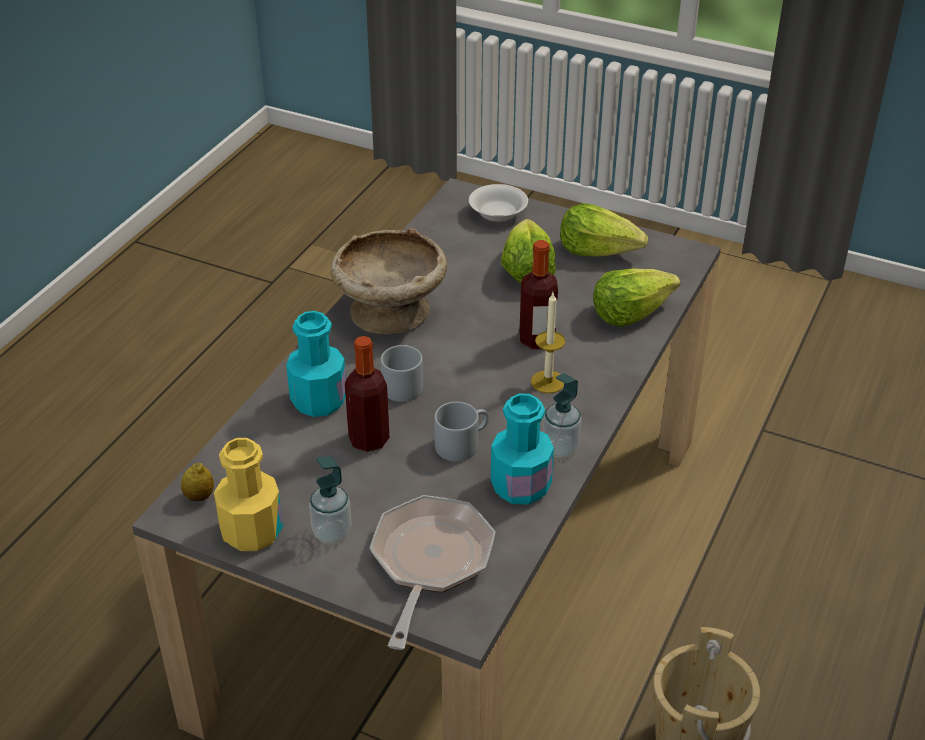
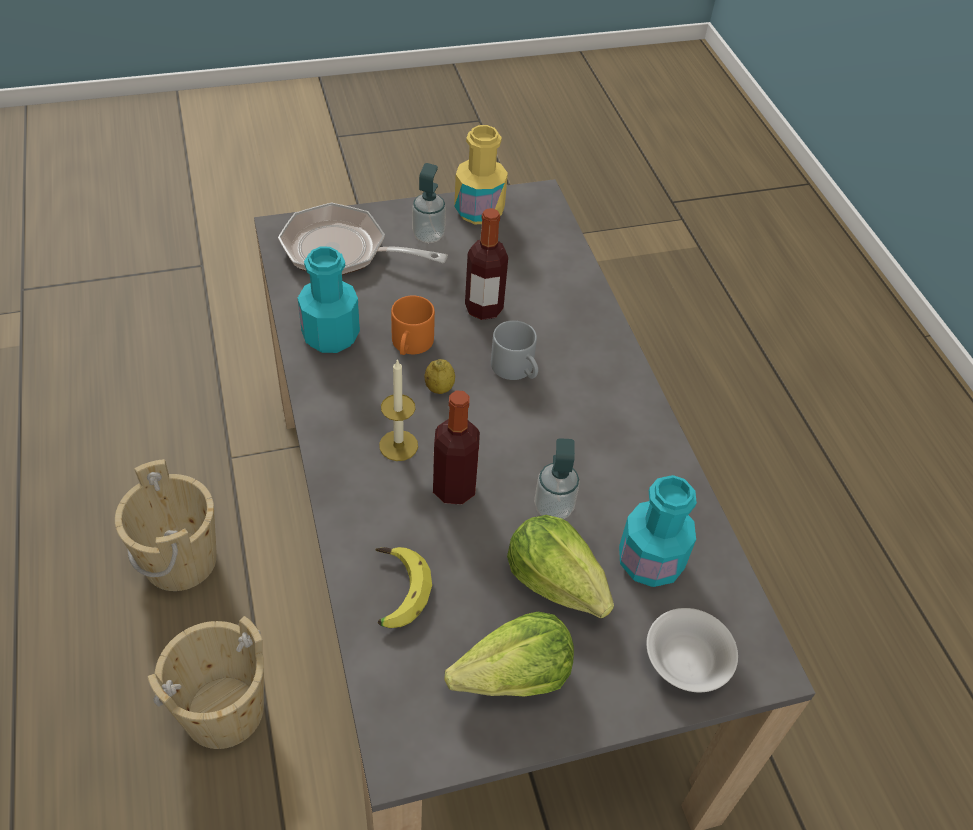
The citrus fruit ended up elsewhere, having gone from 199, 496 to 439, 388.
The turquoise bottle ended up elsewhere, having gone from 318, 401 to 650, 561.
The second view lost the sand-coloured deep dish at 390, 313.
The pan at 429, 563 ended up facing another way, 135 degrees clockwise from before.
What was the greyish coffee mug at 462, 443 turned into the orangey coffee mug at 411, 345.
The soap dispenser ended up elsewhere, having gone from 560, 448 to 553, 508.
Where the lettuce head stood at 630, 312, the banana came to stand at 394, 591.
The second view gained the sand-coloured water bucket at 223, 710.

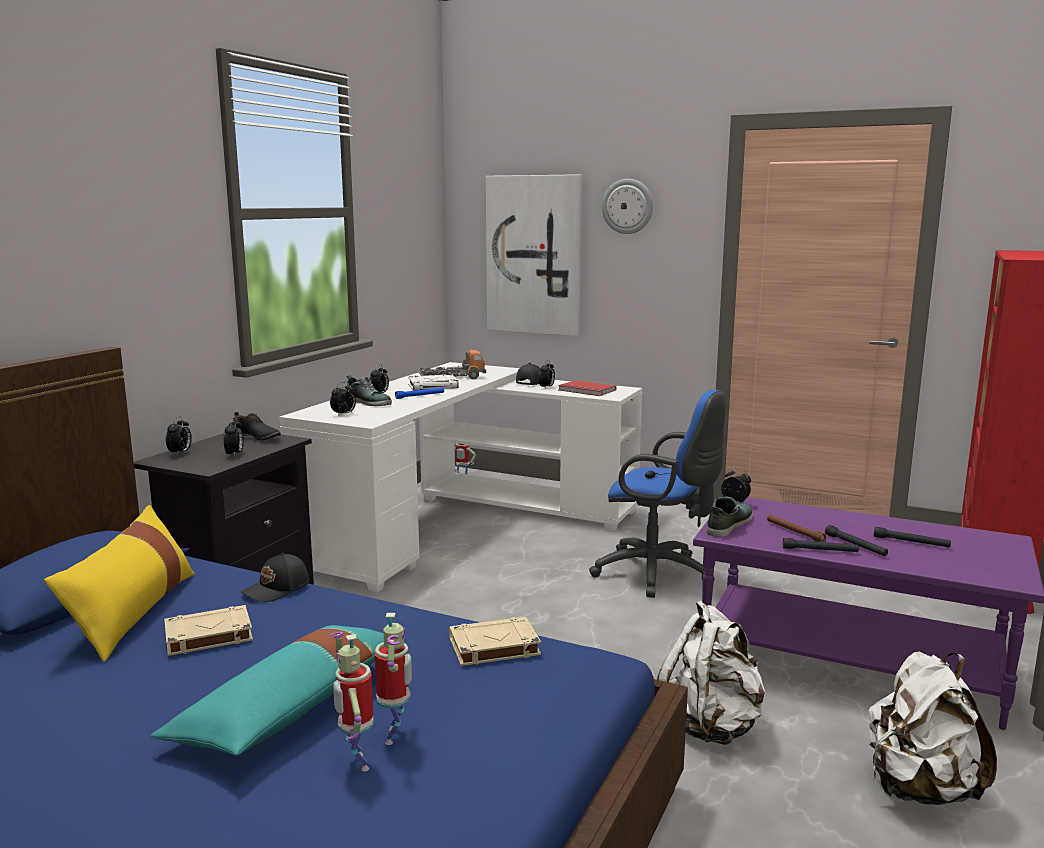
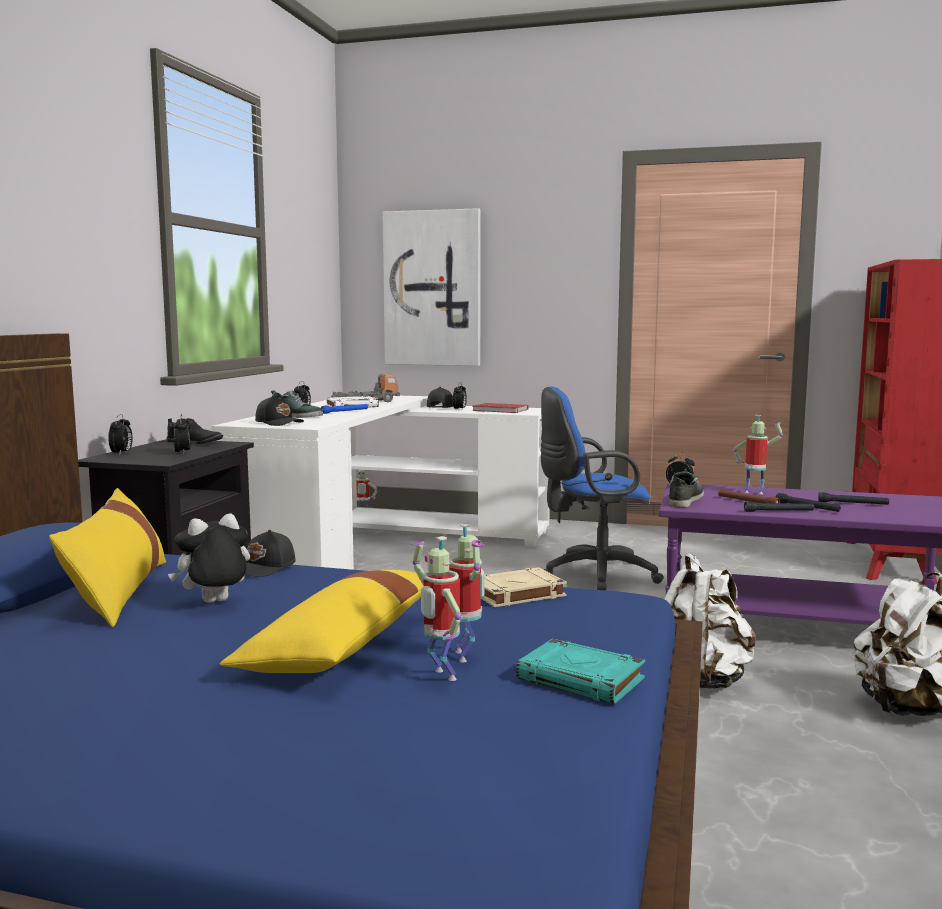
What was the turquoise cushion at 291, 708 turned into the yellowish cushion at 343, 645.
Where the sand-coloured book stood at 207, 636, the soft toy came to stand at 214, 603.
Where the table clock stood at 344, 414, the black-coloured baseball cap came to stand at 279, 423.
The blue office chair at 659, 574 ended up facing another way, 150 degrees clockwise from before.
The second view lost the hanging clock at 627, 206.
The second view gained the turquoise book at 582, 679.
The second view gained the toy robot at 754, 492.

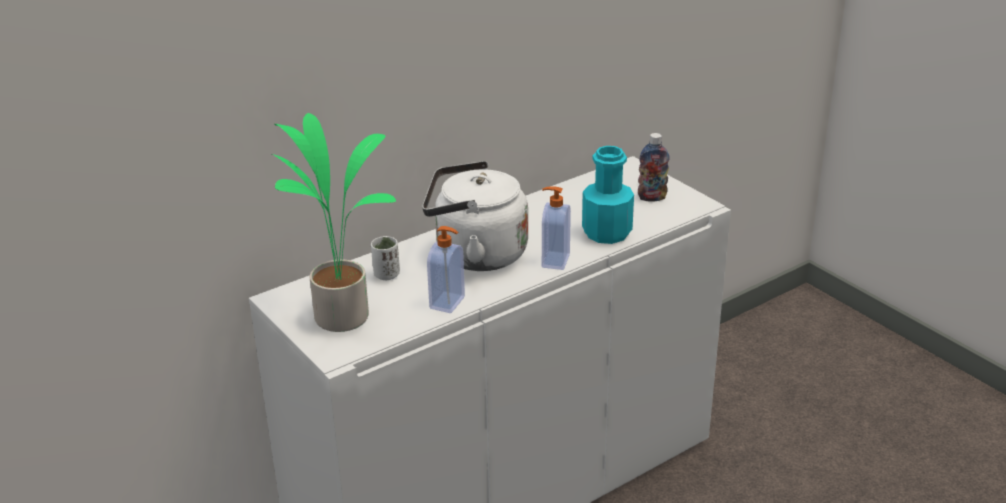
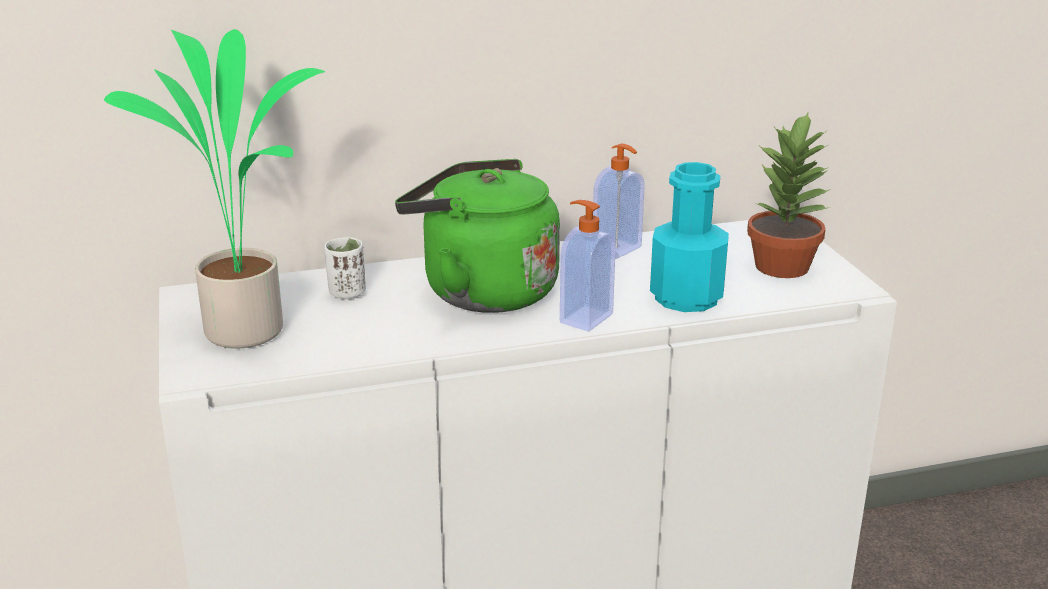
What was the whitish water kettle at 475, 254 turned into the green-coloured water kettle at 482, 291.
The soap dispenser ended up elsewhere, having gone from 448, 303 to 618, 249.
Where the bottle stood at 652, 197, the plant in a pot came to stand at 783, 267.

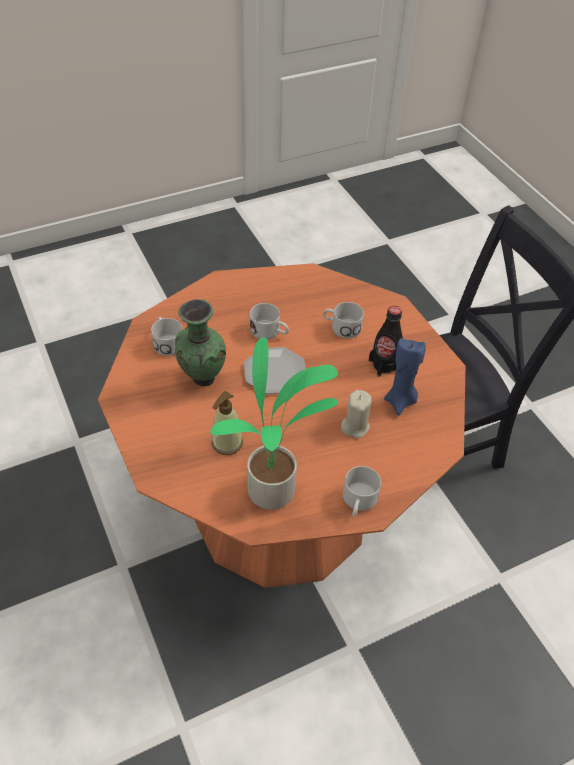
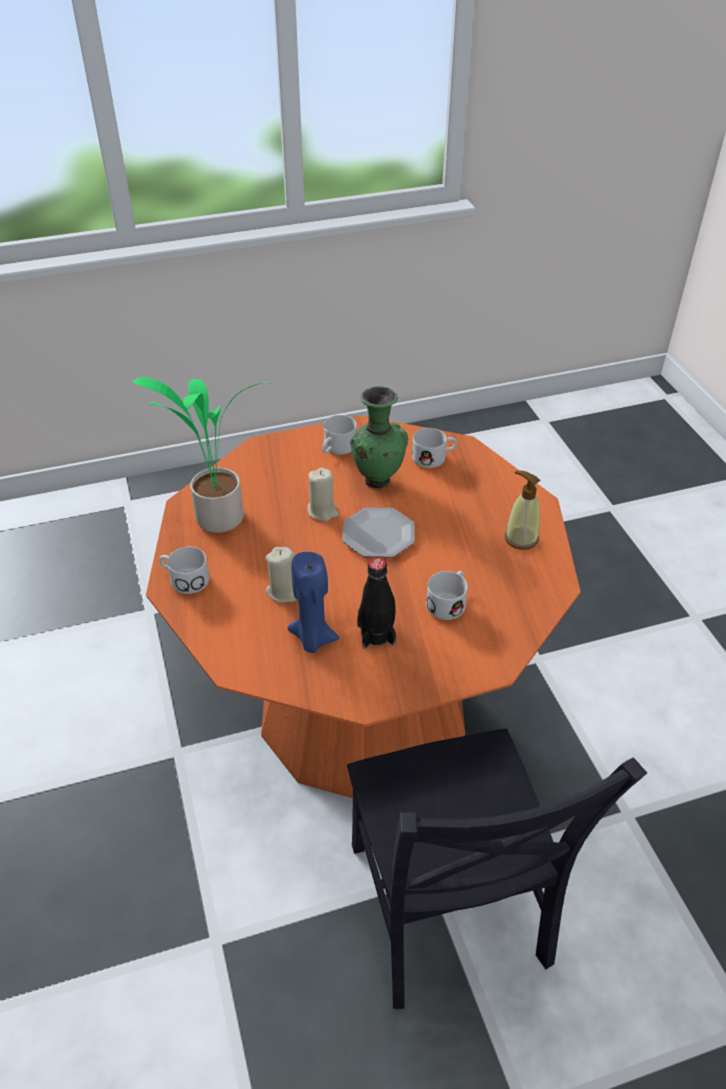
The soap dispenser ended up elsewhere, having gone from 227, 443 to 521, 538.
The whitish coffee mug ended up elsewhere, having gone from 269, 332 to 336, 449.
The second view gained the sand-coloured candle at 322, 511.

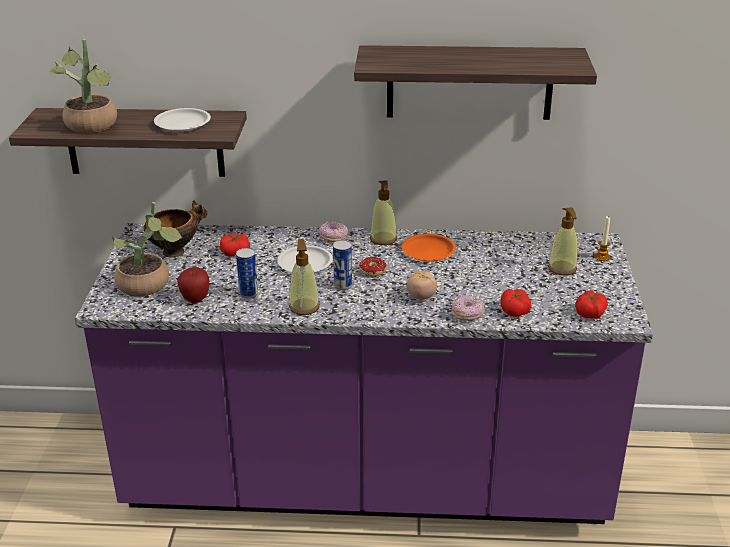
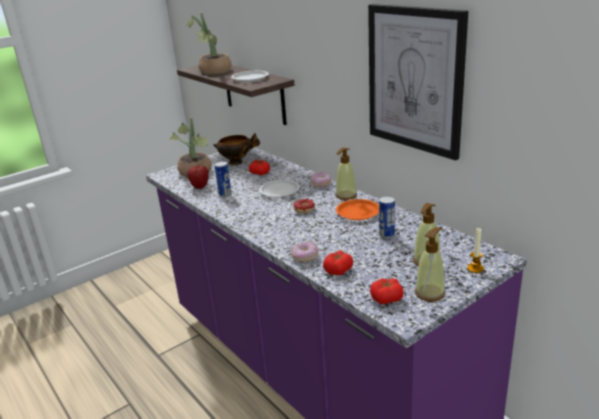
The soap dispenser ended up elsewhere, having gone from 304, 307 to 430, 293.
The sealed can ended up elsewhere, having gone from 343, 285 to 386, 235.
Where the bracket shelf hung at 469, 82, the picture came to hang at 414, 79.
The second view lost the tomato at 421, 297.

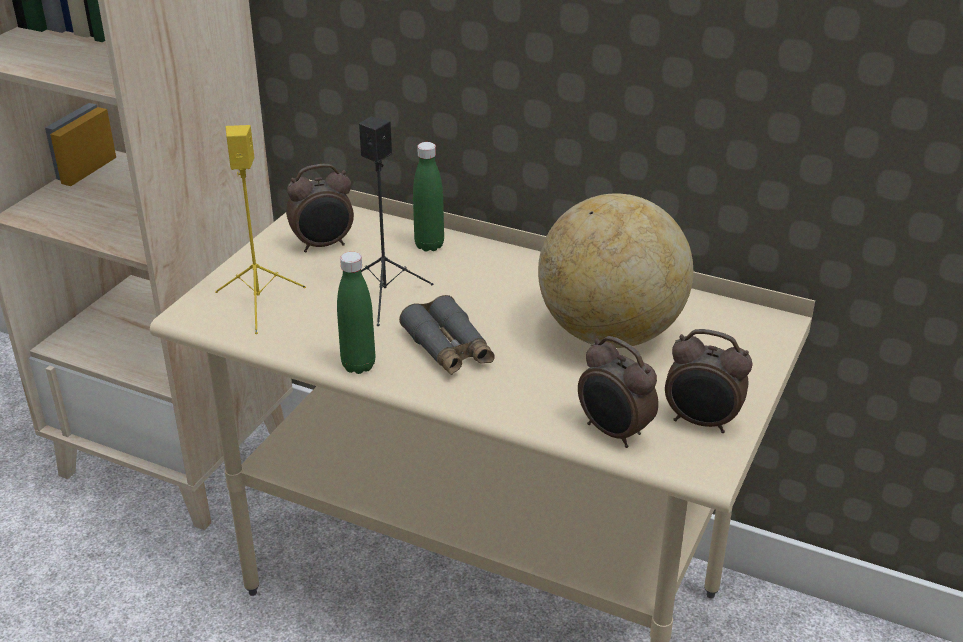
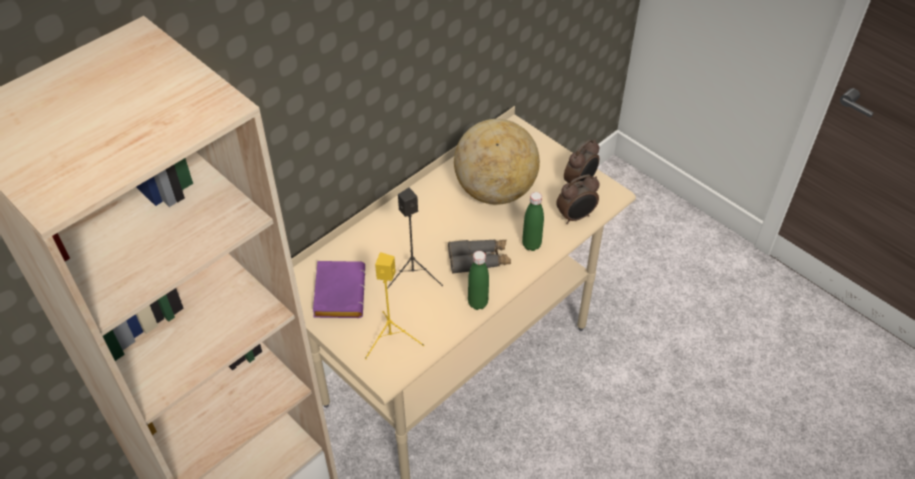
Where the table clock stood at 323, 245, the purplish book came to stand at 338, 292.
The green-coloured bottle ended up elsewhere, having gone from 429, 245 to 531, 245.

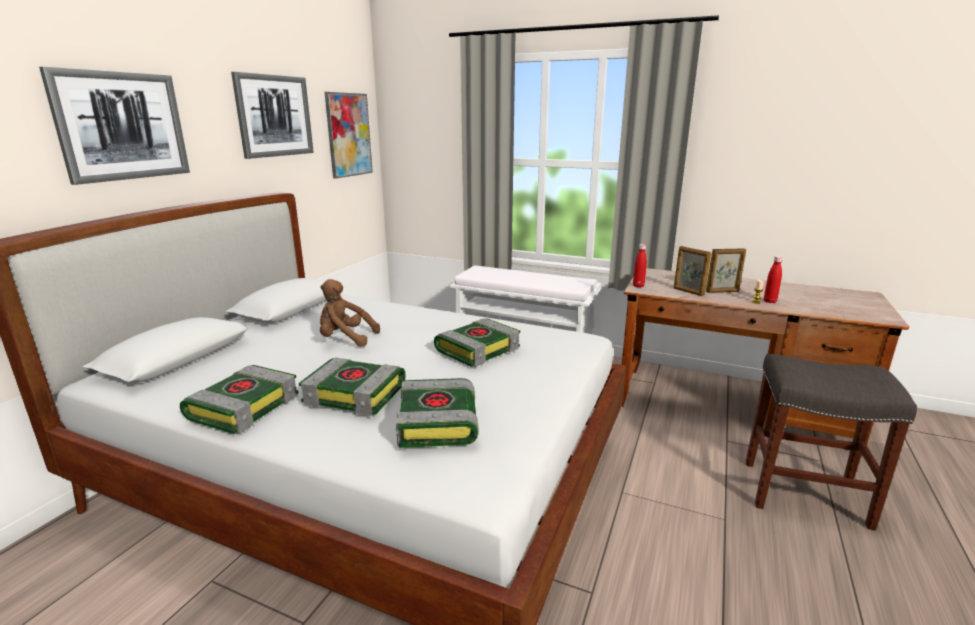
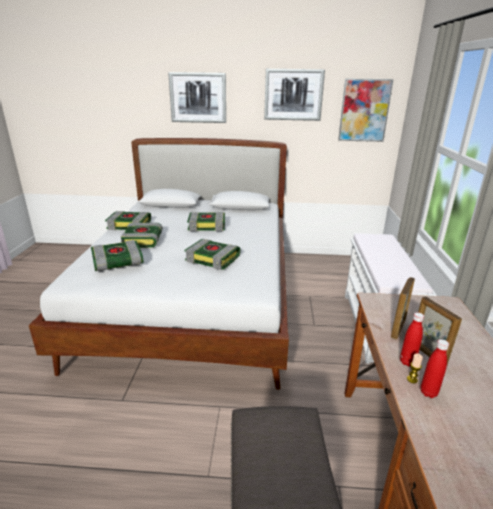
Where the brown-coloured soft toy stood at 345, 339, the book came to stand at 207, 225.
The red-coloured bottle ended up elsewhere, having gone from 638, 286 to 407, 362.

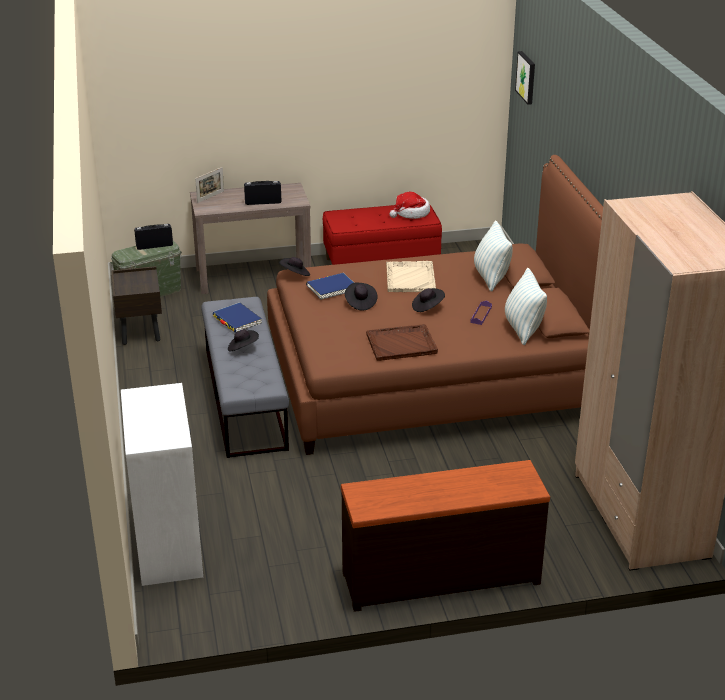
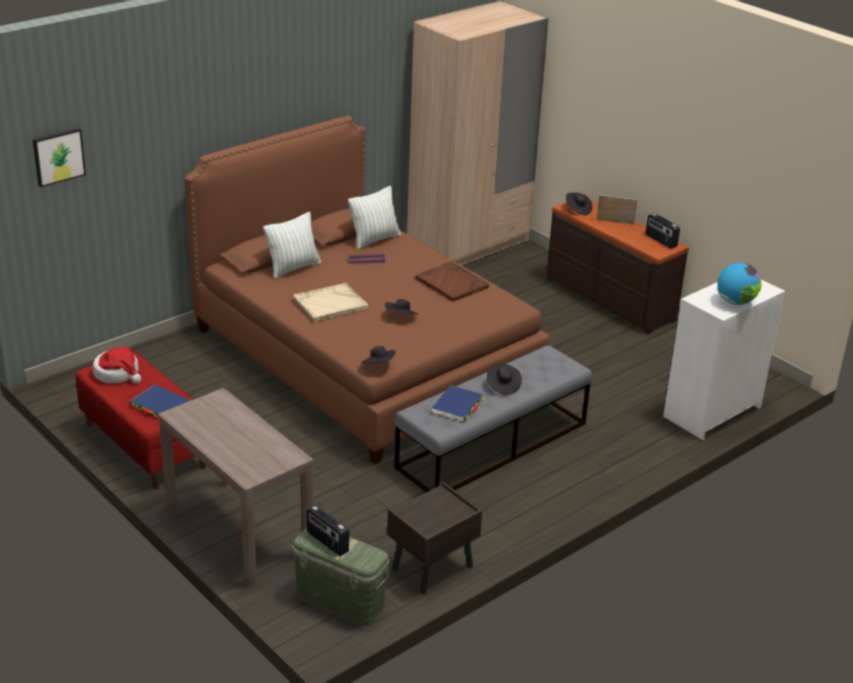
The picture frame ended up elsewhere, having gone from 210, 197 to 615, 222.
The radio set ended up elsewhere, having gone from 263, 202 to 660, 240.
The blue book ended up elsewhere, having gone from 331, 288 to 160, 405.
The black-coloured wearable hat ended up elsewhere, having gone from 427, 307 to 578, 210.
The second view gained the desk globe at 735, 302.

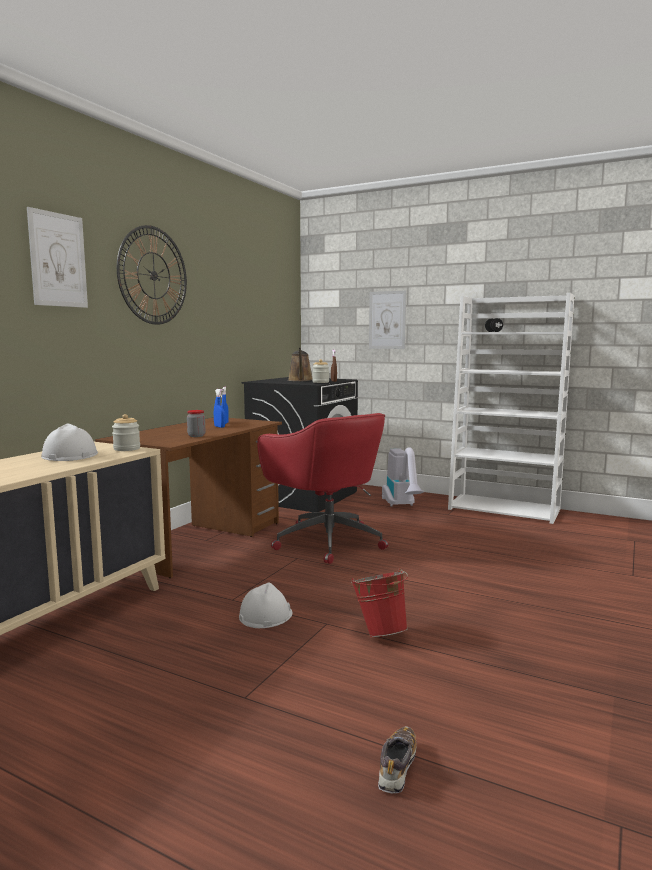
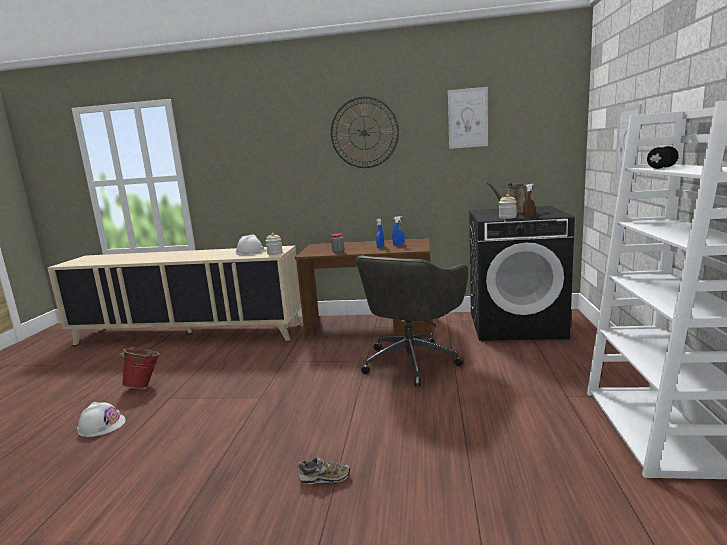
The picture ended up elsewhere, having gone from 58, 260 to 468, 118.
The whitish safety helmet ended up elsewhere, having gone from 265, 615 to 102, 425.
What was the red-coloured office chair at 326, 541 turned into the greyish office chair at 412, 361.
The red-coloured water bucket ended up elsewhere, having gone from 380, 632 to 145, 385.
The item of footwear ended up elsewhere, having gone from 397, 767 to 324, 478.
The second view lost the hoover at 402, 506.

